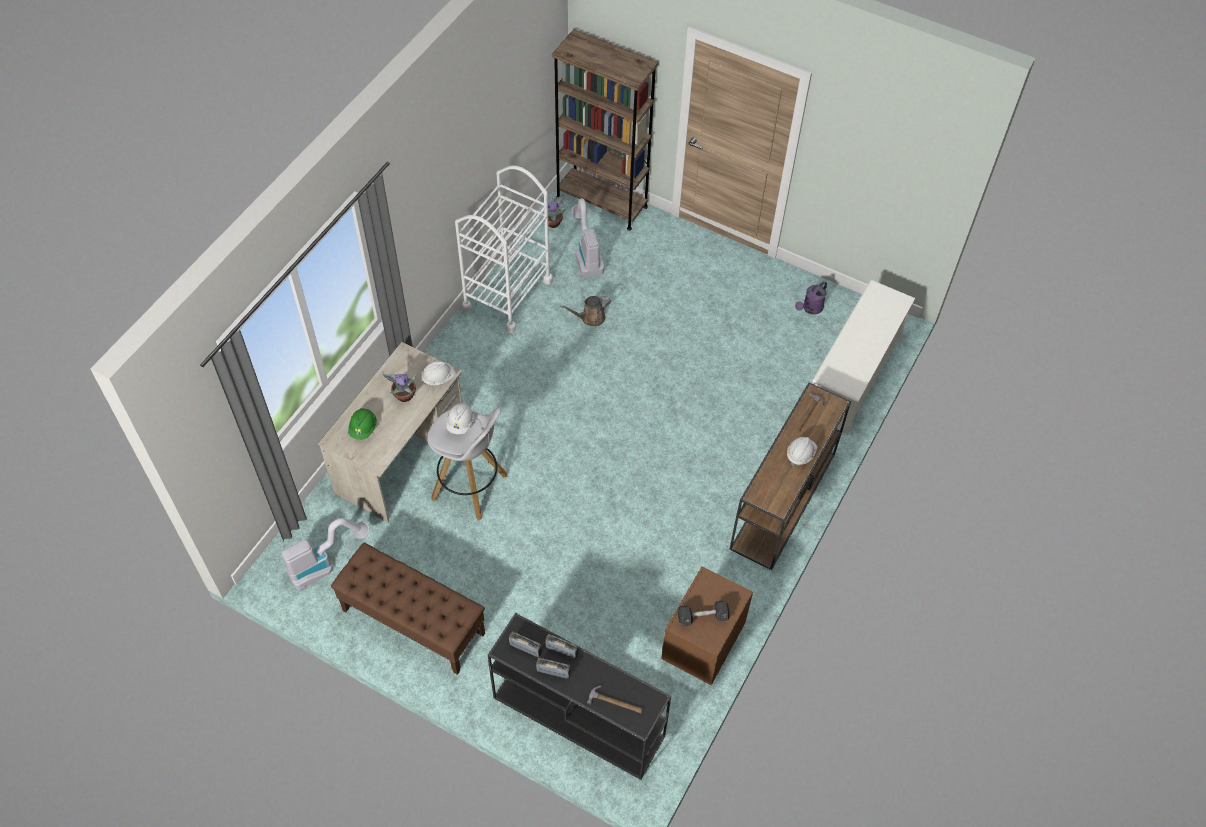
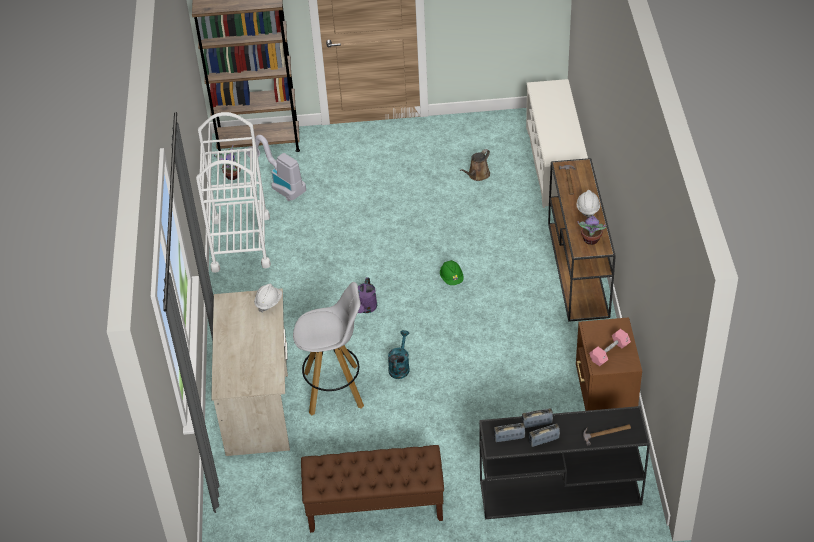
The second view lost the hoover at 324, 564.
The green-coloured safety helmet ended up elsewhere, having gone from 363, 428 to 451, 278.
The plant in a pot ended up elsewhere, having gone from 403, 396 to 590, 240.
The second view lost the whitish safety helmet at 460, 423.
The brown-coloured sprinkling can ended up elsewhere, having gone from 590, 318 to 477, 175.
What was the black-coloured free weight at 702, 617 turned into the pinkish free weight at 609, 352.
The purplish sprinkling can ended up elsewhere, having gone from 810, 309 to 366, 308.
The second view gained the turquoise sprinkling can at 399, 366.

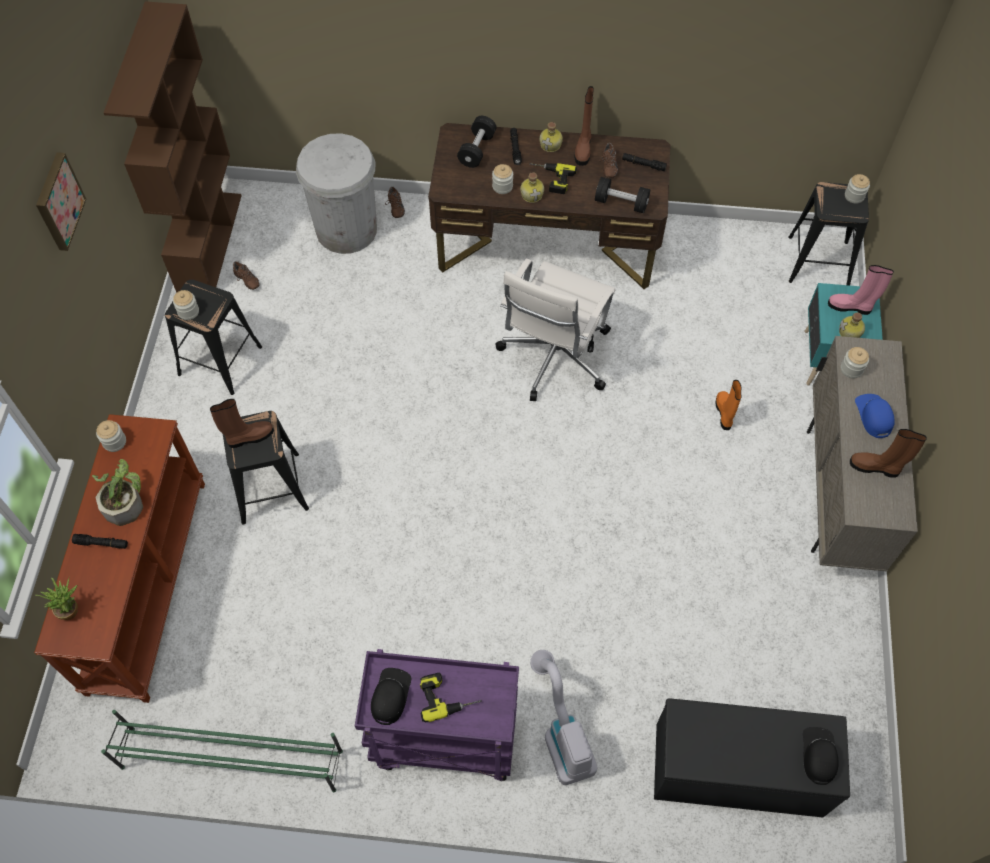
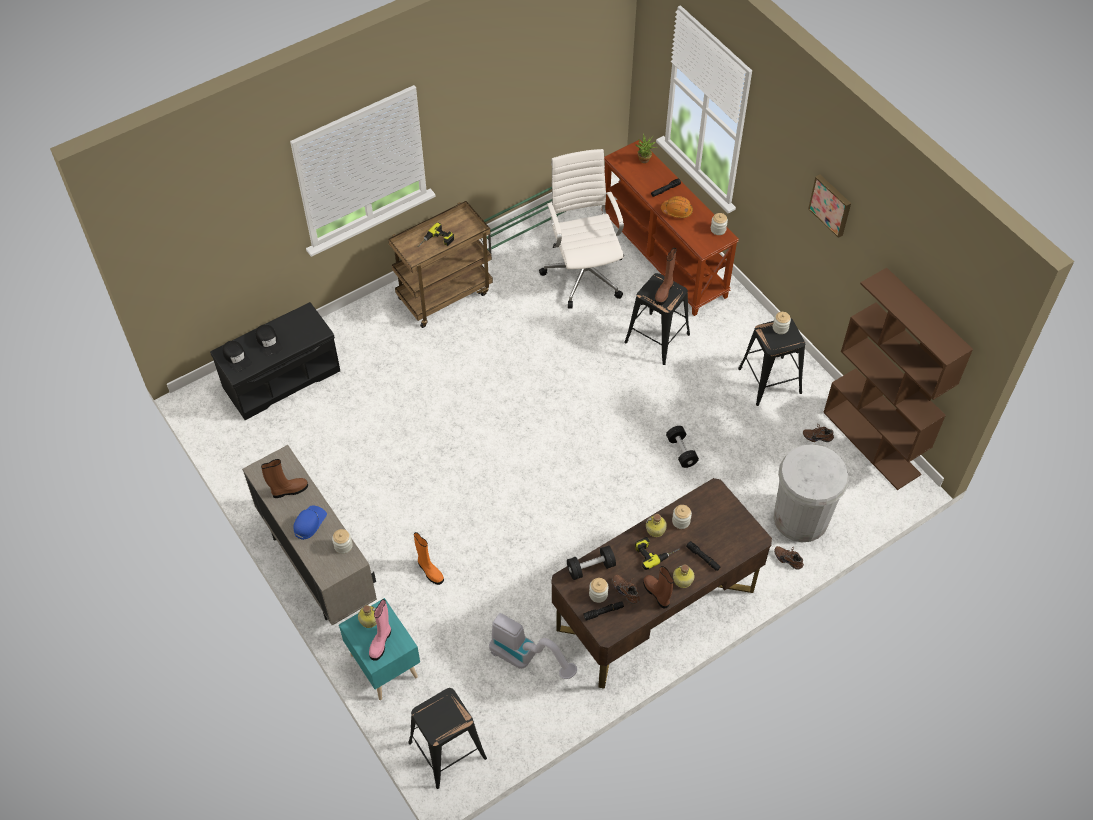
Where the plant in a pot stood at 126, 502, the orangey safety helmet came to stand at 677, 211.
What was the purplish wheeled cart at 443, 740 turned into the brown-coloured wheeled cart at 445, 294.
The black-coloured baseball cap ended up elsewhere, having gone from 390, 696 to 268, 342.
The black-coloured free weight ended up elsewhere, having gone from 477, 149 to 681, 451.
The whitish office chair ended up elsewhere, having gone from 554, 358 to 584, 273.
The hoover ended up elsewhere, having gone from 561, 732 to 527, 658.
The pinkish tall boot at 851, 307 ended up facing another way, 135 degrees clockwise from before.
The preserve jar ended up elsewhere, having gone from 854, 196 to 598, 594.
The blue baseball cap at 873, 416 ended up facing another way, 105 degrees counterclockwise from before.

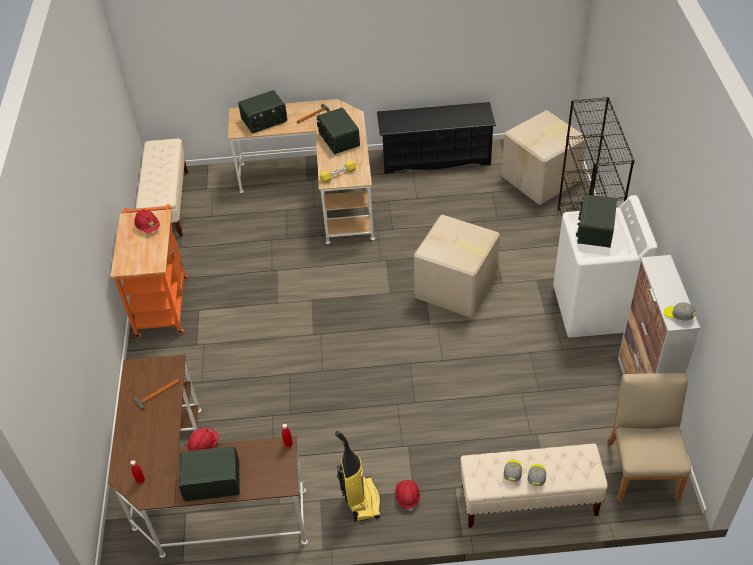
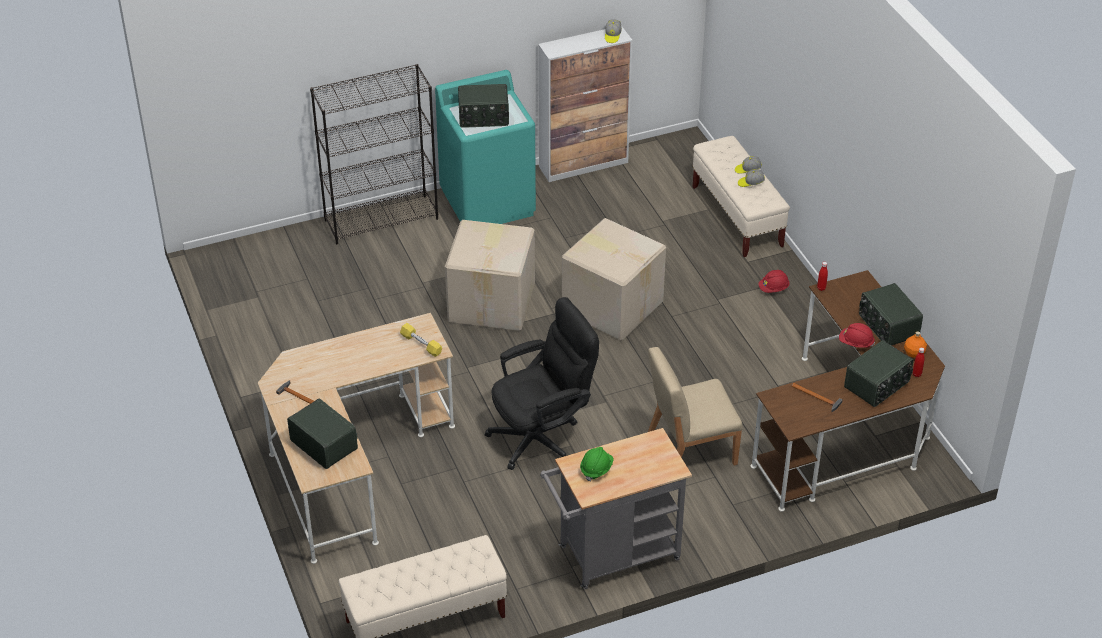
What was the orangey wheeled cart at 162, 302 turned into the greyish wheeled cart at 612, 556.
What was the red-coloured safety helmet at 148, 227 turned into the green-coloured safety helmet at 596, 469.
The radio set ended up elsewhere, having gone from 338, 140 to 877, 385.
The second view lost the hoover at 361, 500.
The second view lost the black-coloured shoe rack at 435, 158.
The cardboard box ended up elsewhere, having gone from 542, 179 to 612, 305.
What was the whitish laundry machine at 594, 309 turned into the turquoise laundry machine at 488, 202.
The sand-coloured chair ended up elsewhere, having gone from 642, 469 to 690, 449.
The second view gained the black-coloured office chair at 542, 436.
The second view gained the orangey bottle at 914, 353.

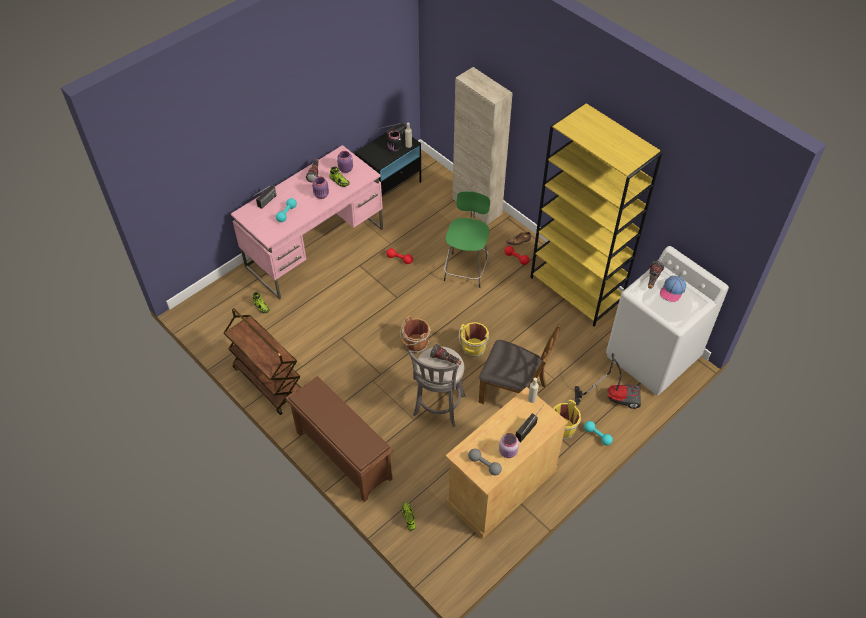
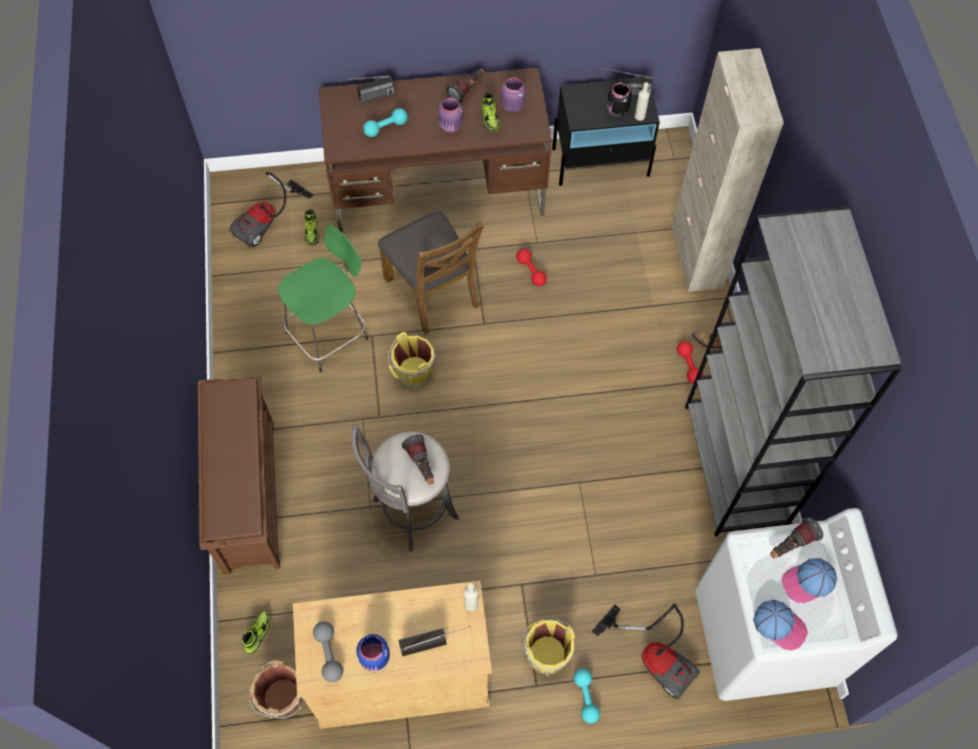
The second view lost the brown-coloured wheeled cart at 268, 382.
What was the pinkish desk unit at 315, 247 turned into the brown-coloured desk unit at 439, 191.
The brown-coloured water bucket ended up elsewhere, having gone from 415, 344 to 281, 698.
The green-coloured stool seat ended up elsewhere, having gone from 466, 269 to 329, 334.
The yellowish water bucket ended up elsewhere, having gone from 473, 349 to 413, 373.
The brown-coloured chair ended up elsewhere, having gone from 513, 393 to 433, 292.
What was the pinkish preserve jar at 508, 452 turned into the blue preserve jar at 374, 658.
What was the yellowish shelving unit at 576, 290 turned into the greyish shelving unit at 735, 466.
The second view gained the hoover at 269, 222.
The second view gained the baseball cap at 779, 625.

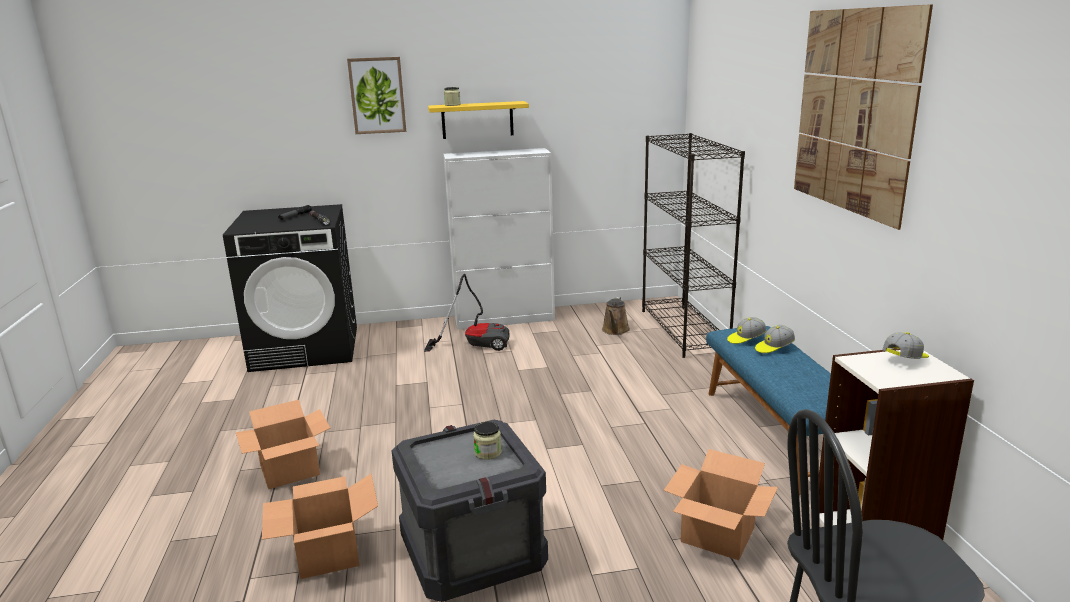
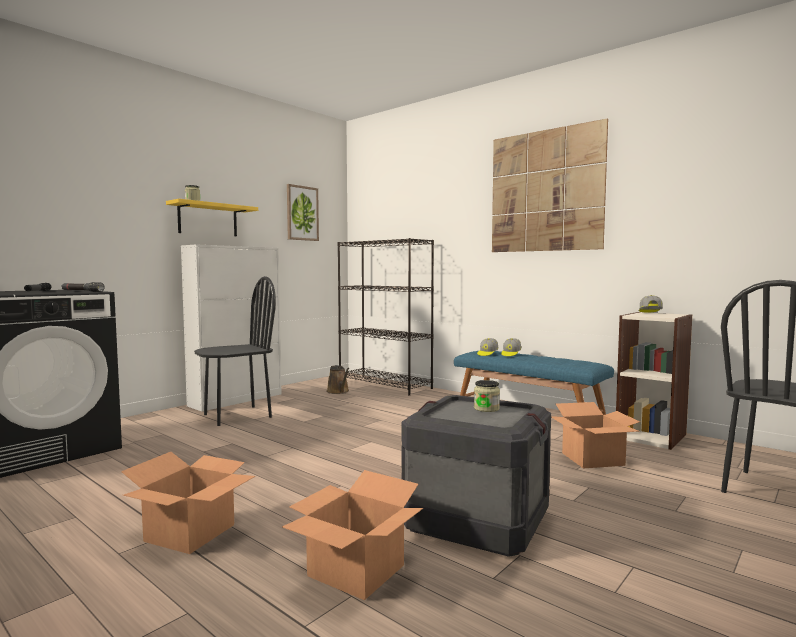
The picture ended up elsewhere, having gone from 377, 95 to 302, 213.
Where the hoover stood at 476, 344, the black-coloured chair came to stand at 237, 416.

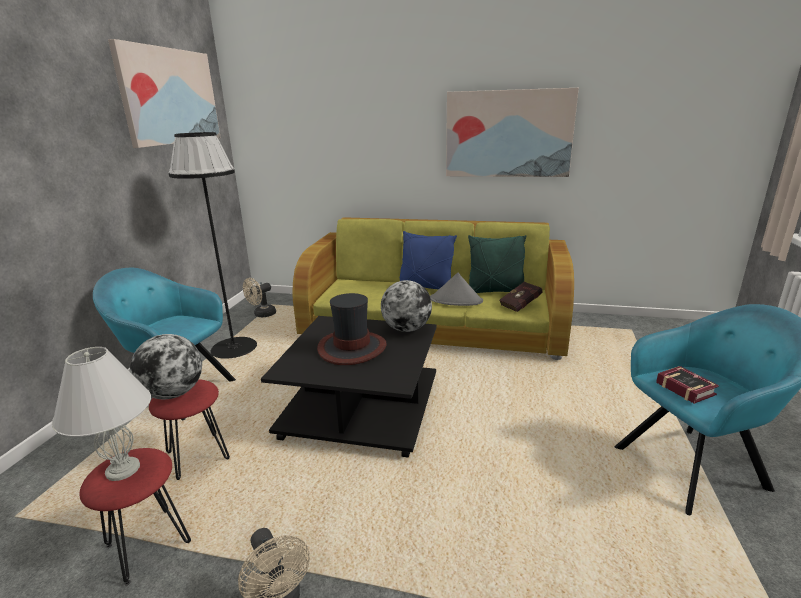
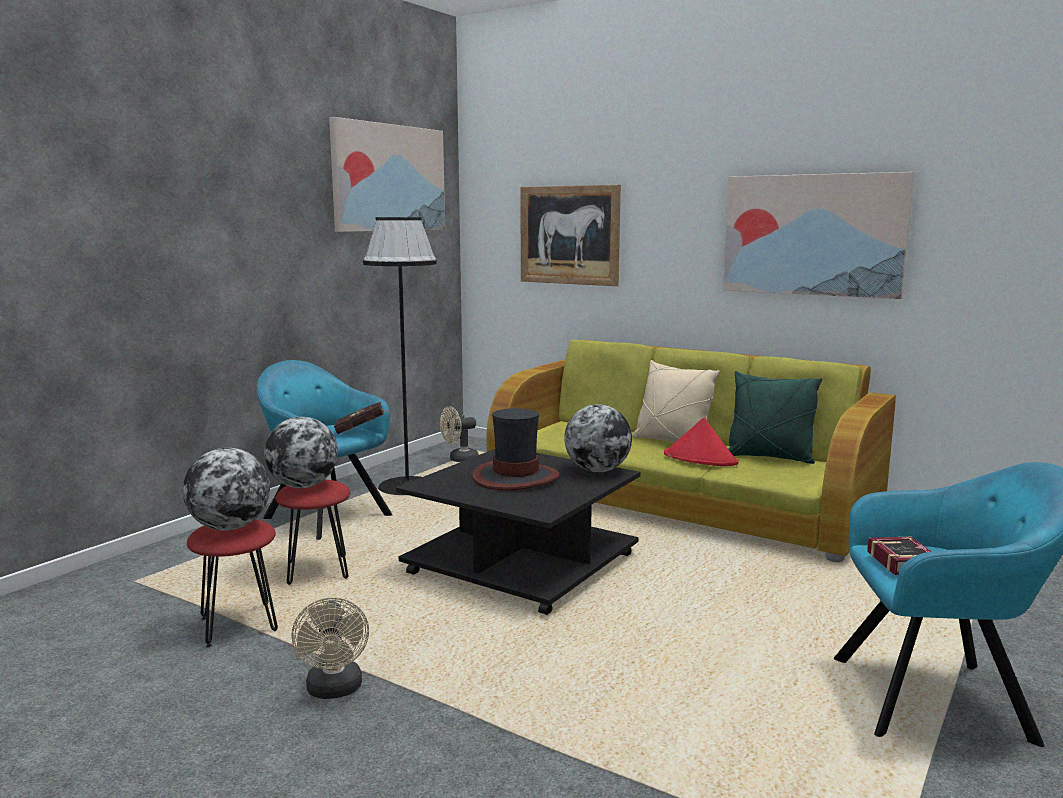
Where the whitish tabletop lamp stood at 123, 469, the desk globe came to stand at 230, 527.
What was the blue cushion at 425, 287 turned into the sand-coloured cushion at 672, 442.
What was the greyish wearable hat at 456, 300 turned into the red-coloured wearable hat at 700, 459.
The red-coloured book ended up elsewhere, having gone from 521, 305 to 362, 431.
The second view gained the picture at 569, 235.

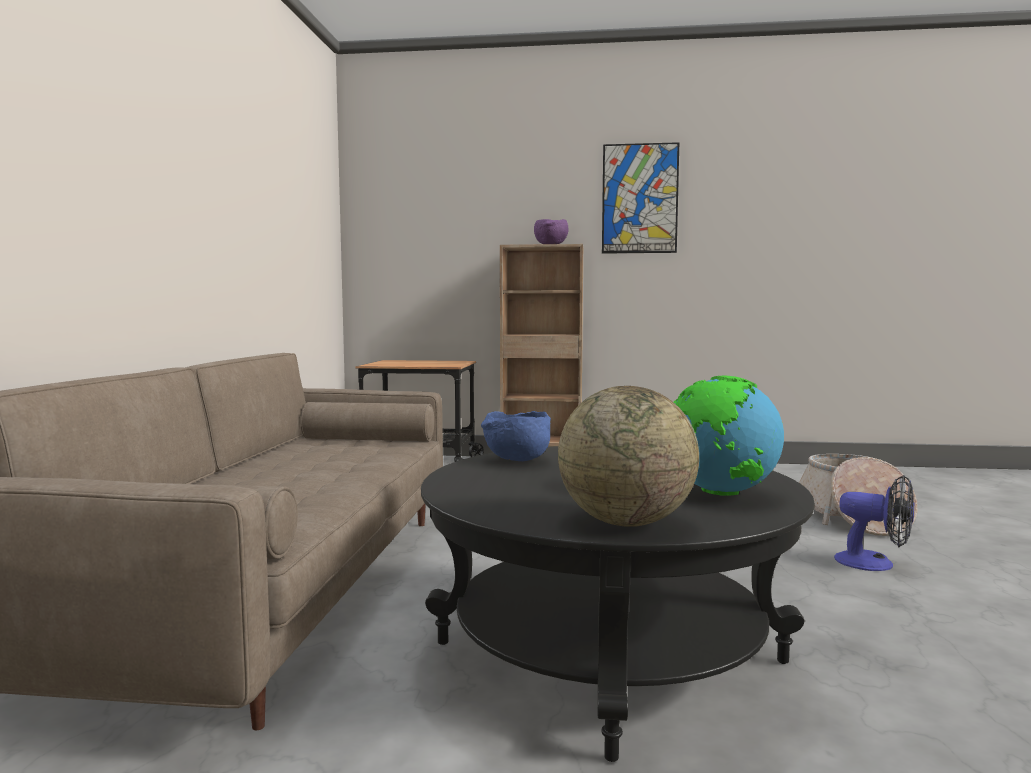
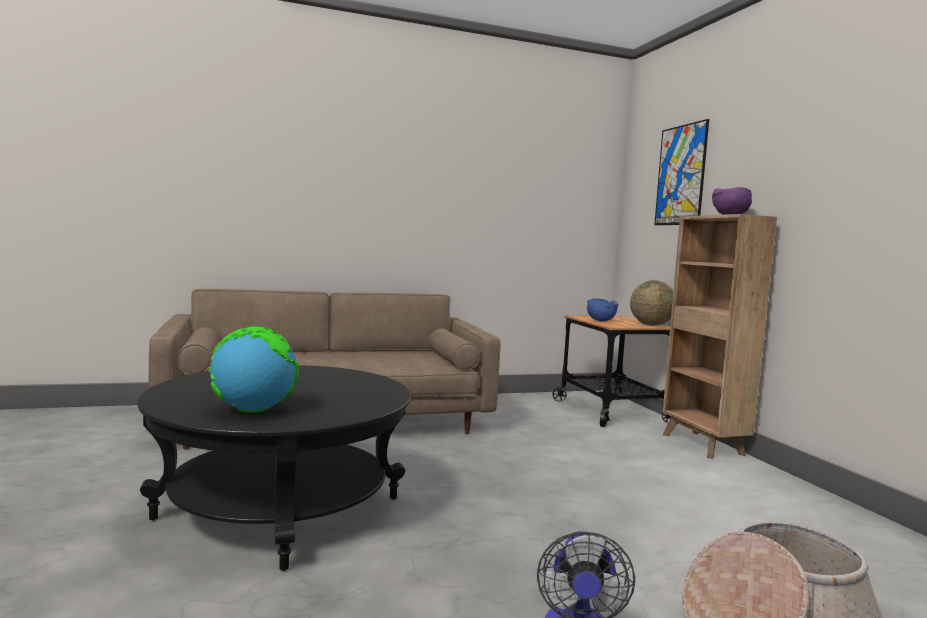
The blue deep dish ended up elsewhere, having gone from 516, 460 to 600, 321.
The desk globe ended up elsewhere, having gone from 625, 522 to 651, 325.
The picture ended up elsewhere, having gone from 639, 199 to 680, 175.

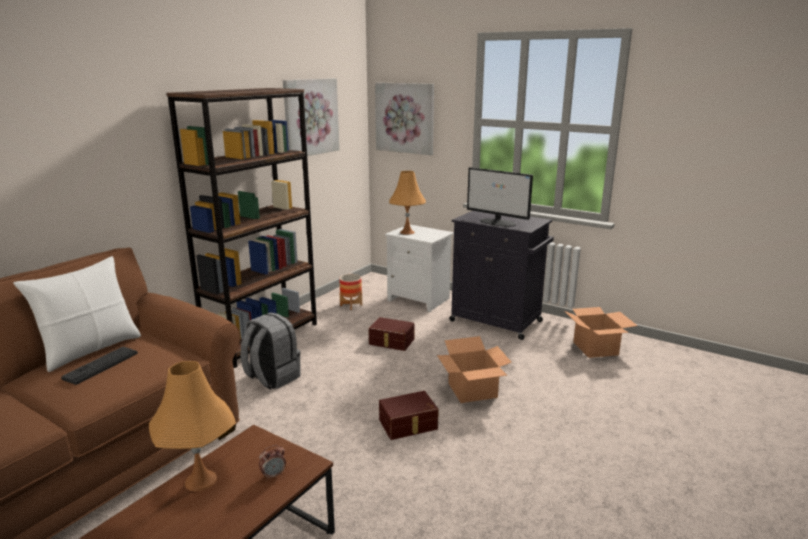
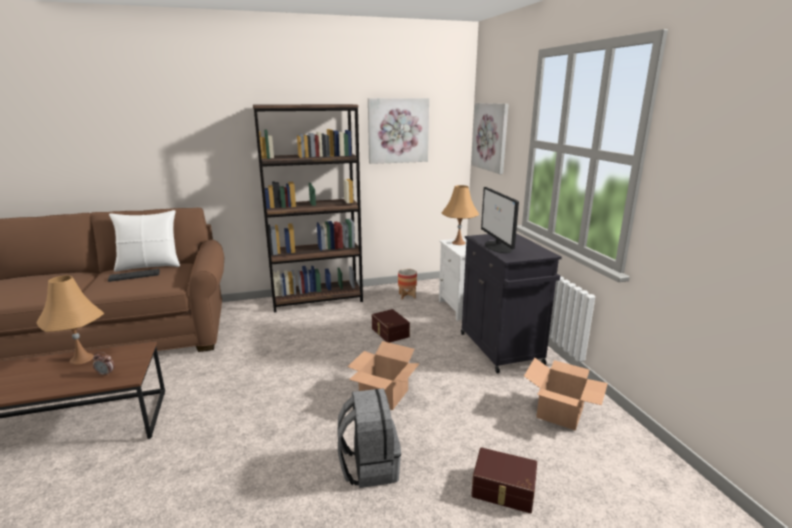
The greyish backpack ended up elsewhere, having gone from 271, 377 to 369, 466.
The brown-coloured storage container ended up elsewhere, having gone from 408, 425 to 503, 490.

